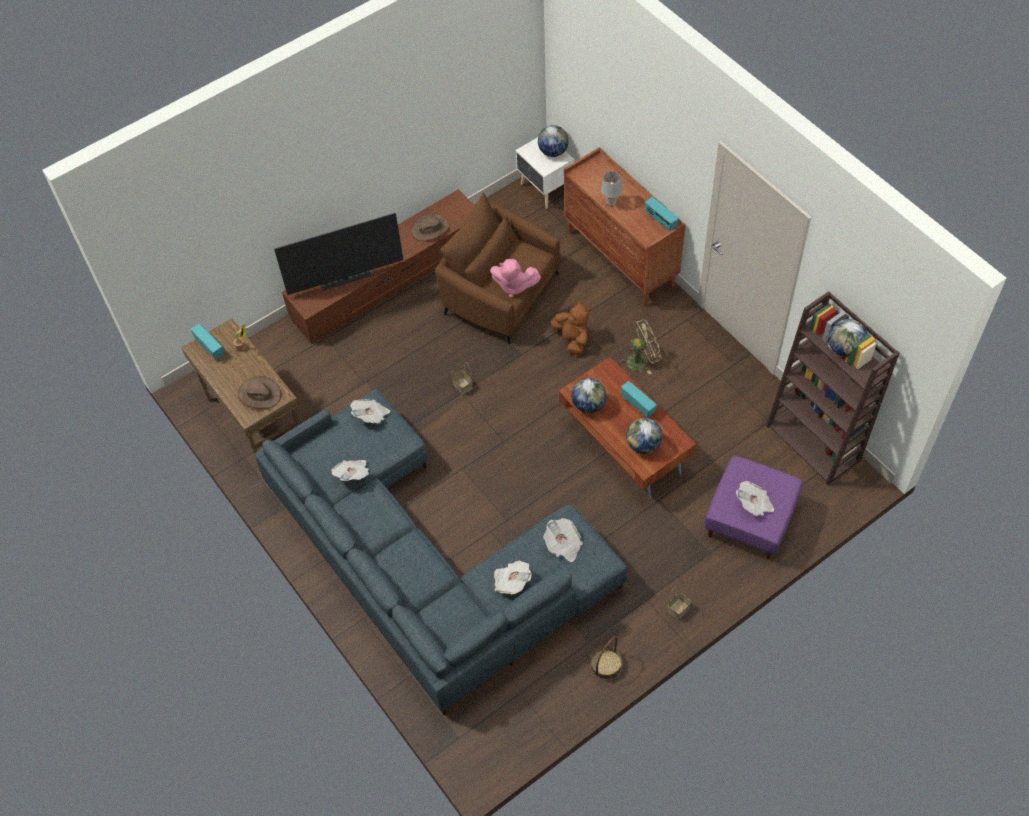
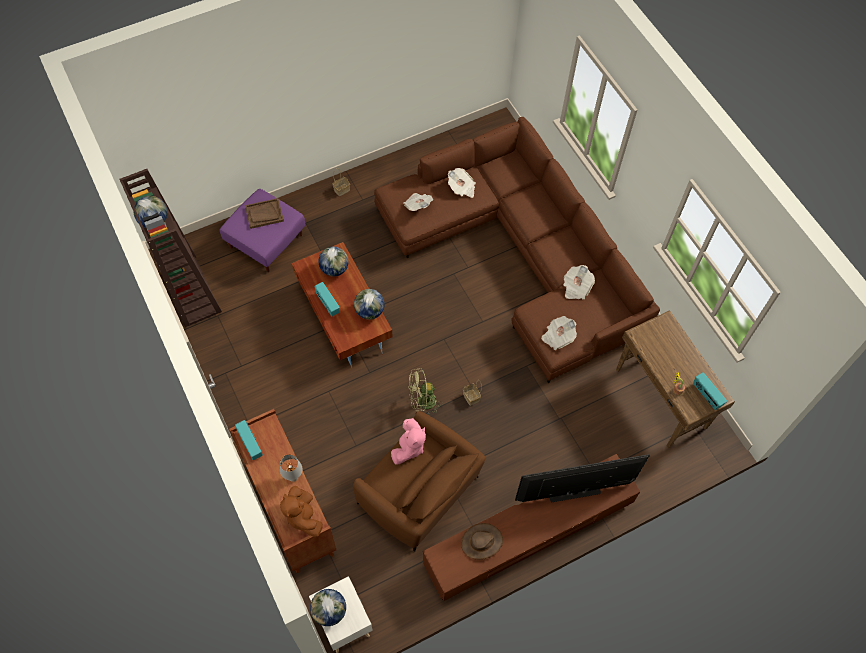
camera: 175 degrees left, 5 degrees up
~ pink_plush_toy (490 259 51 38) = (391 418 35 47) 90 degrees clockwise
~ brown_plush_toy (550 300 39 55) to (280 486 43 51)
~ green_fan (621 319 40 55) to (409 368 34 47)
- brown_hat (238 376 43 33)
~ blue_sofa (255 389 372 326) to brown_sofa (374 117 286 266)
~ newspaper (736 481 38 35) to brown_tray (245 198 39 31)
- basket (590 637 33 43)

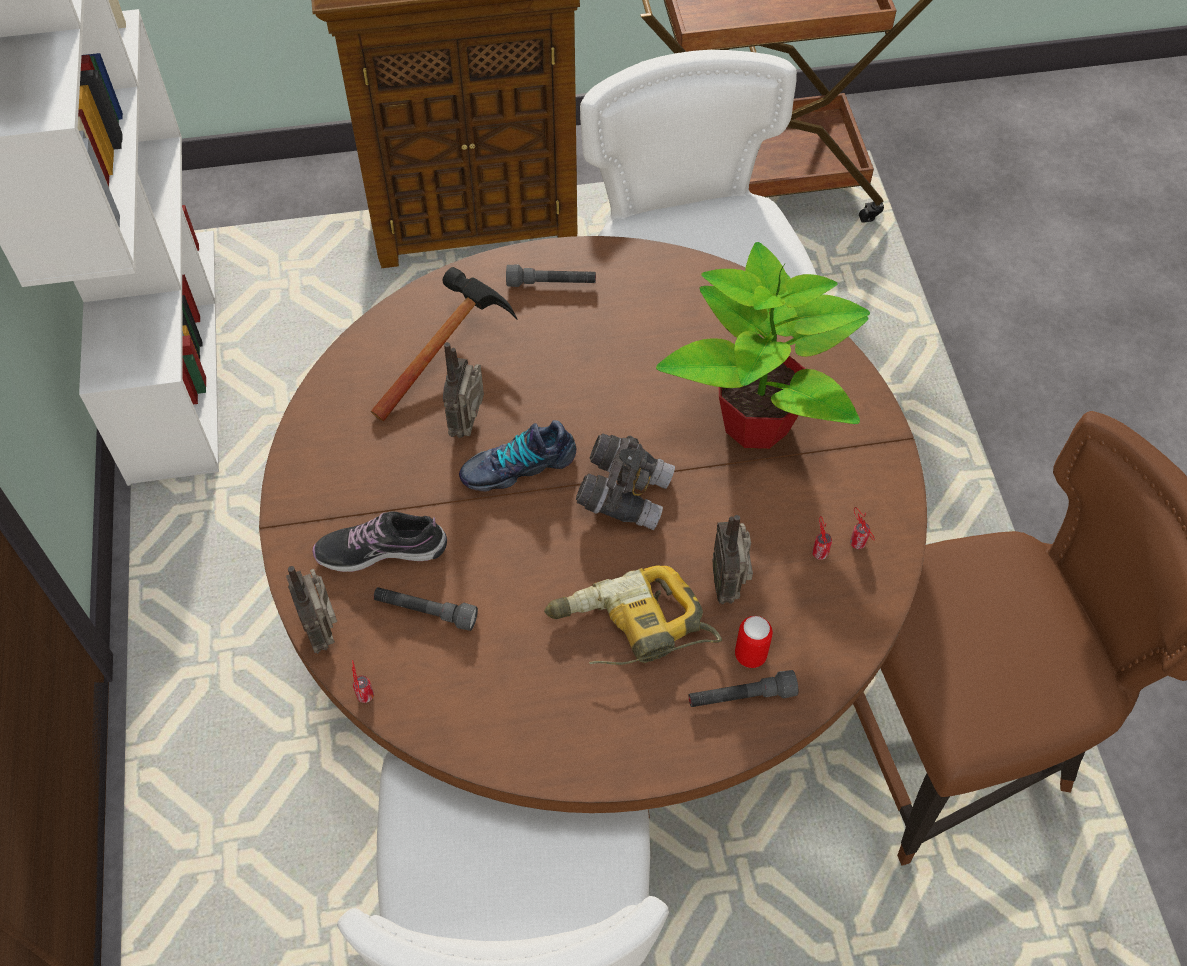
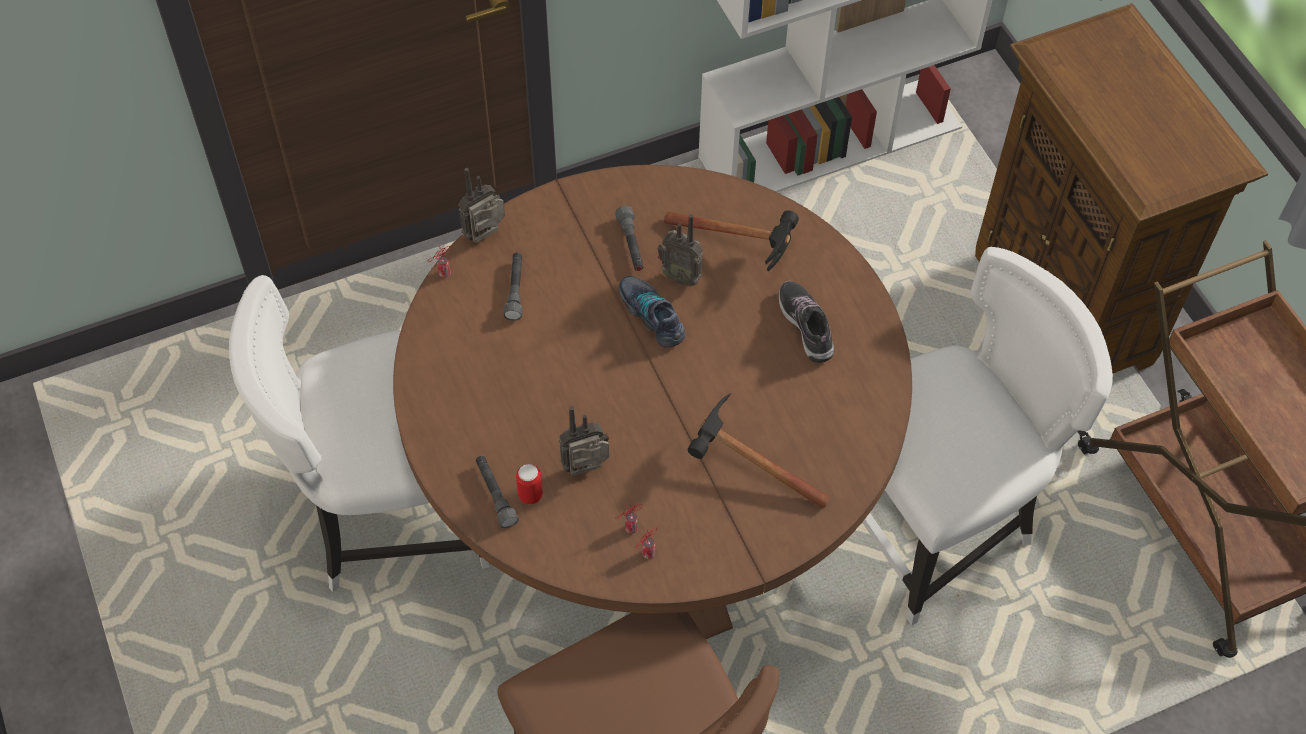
camera: 75 degrees right, 0 degrees up
~ potted_plant (656 242 214 207) to hammer (688 393 142 116)
~ grey_flashlight (506 265 90 22) to (615 206 29 65)
~ radio (443 342 41 96) = (658 214 45 72) 150 degrees counterclockwise
- grey_binoculars (576 433 99 97)
~ shoe (313 512 134 60) to (779 281 55 82)
- power_drill (544 566 178 99)

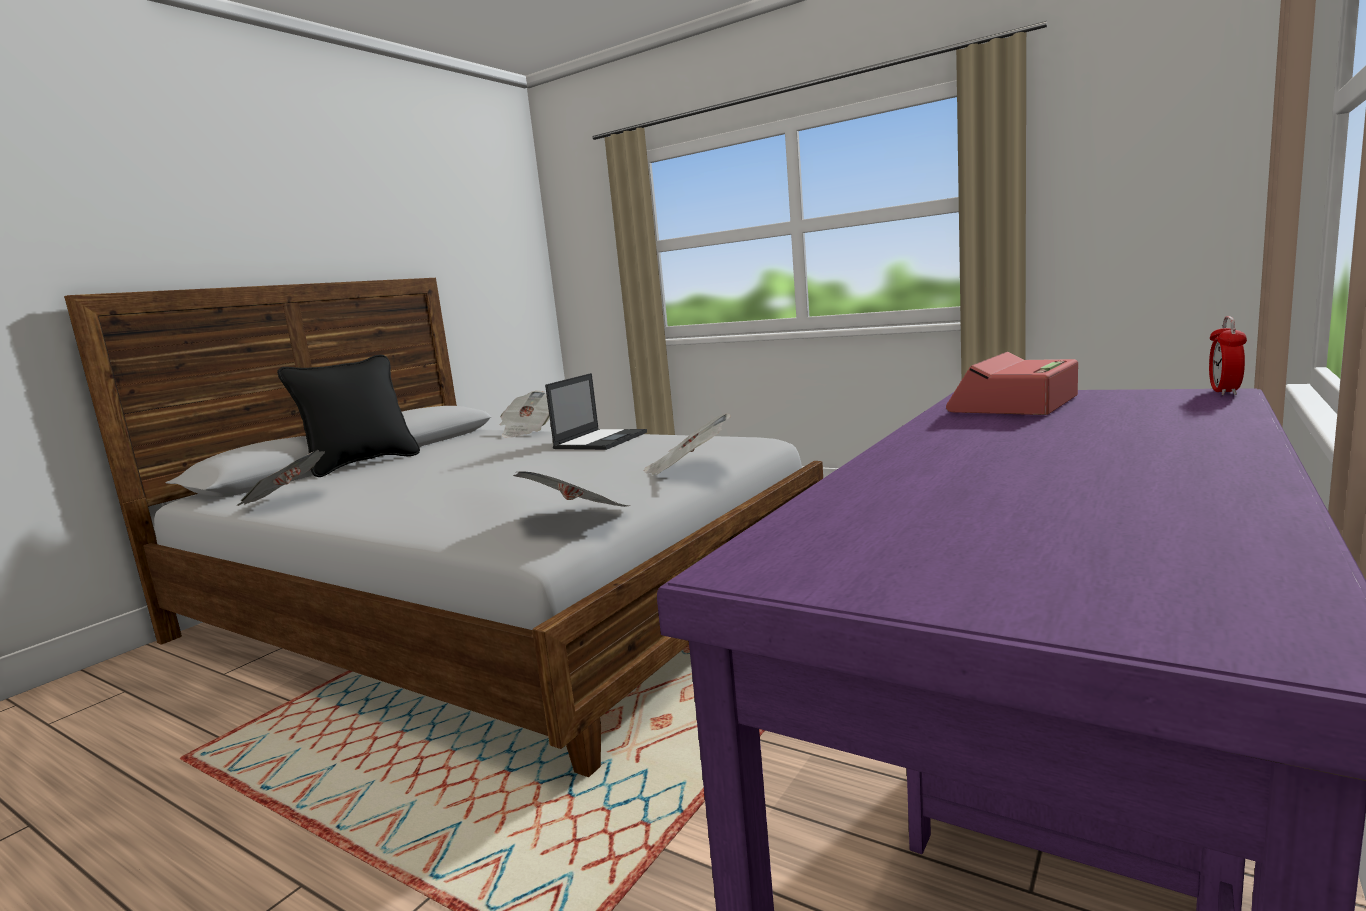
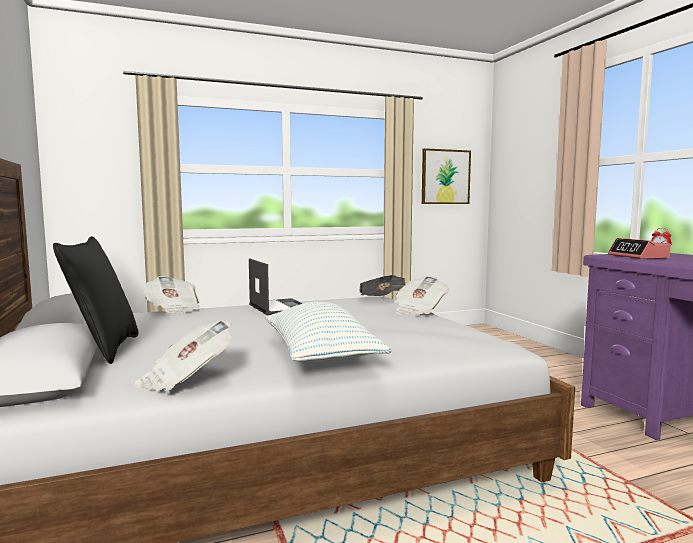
camera: 55 degrees left, 5 degrees down
~ newspaper (513 472 119 35) to (359 275 46 21)
+ picture (422 148 49 56)
+ pillow (265 302 126 61)

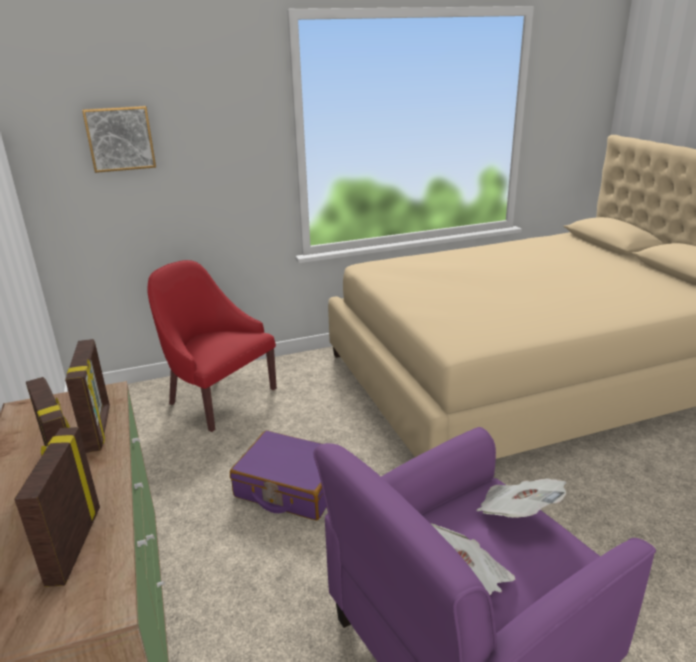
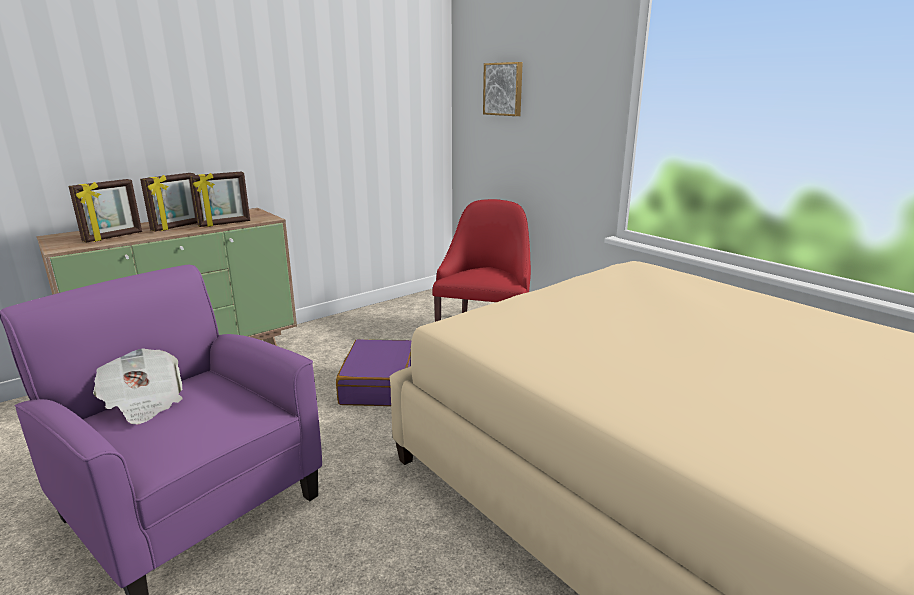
camera: 70 degrees right, 5 degrees down
~ picture_frame (14 427 86 160) = (69 179 73 64) 150 degrees clockwise
- newspaper (476 478 90 40)

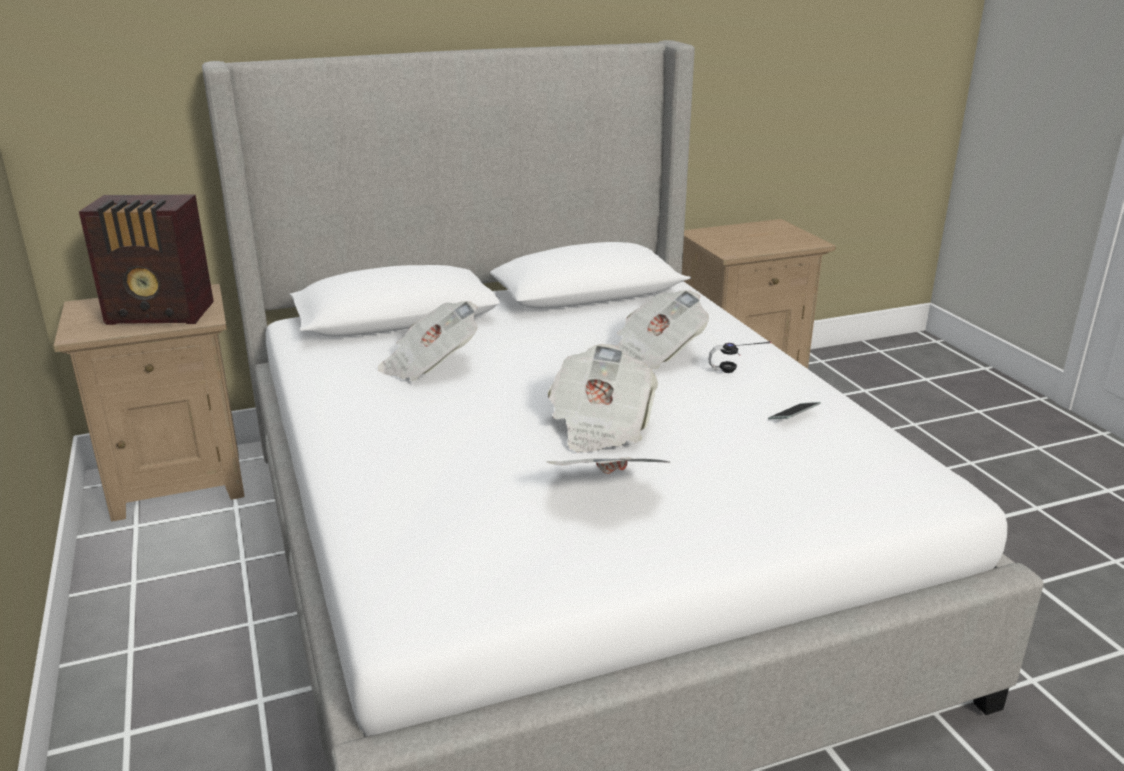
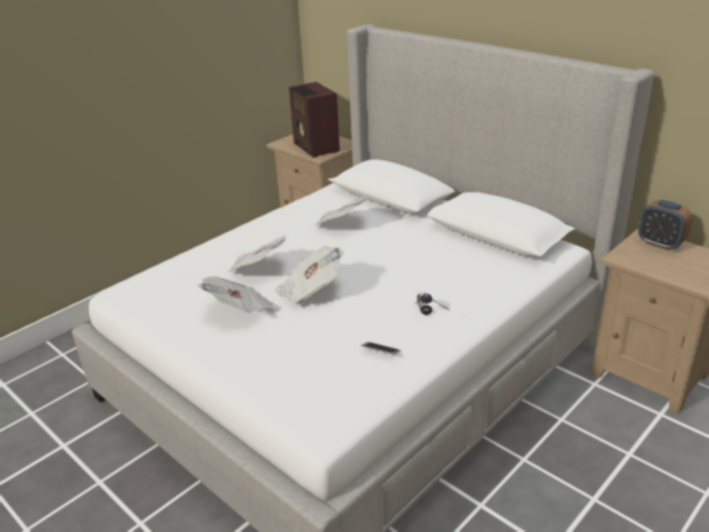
camera: 65 degrees right, 5 degrees up
~ newspaper (617 290 92 79) to (228 235 59 37)
+ alarm_clock (638 200 54 51)

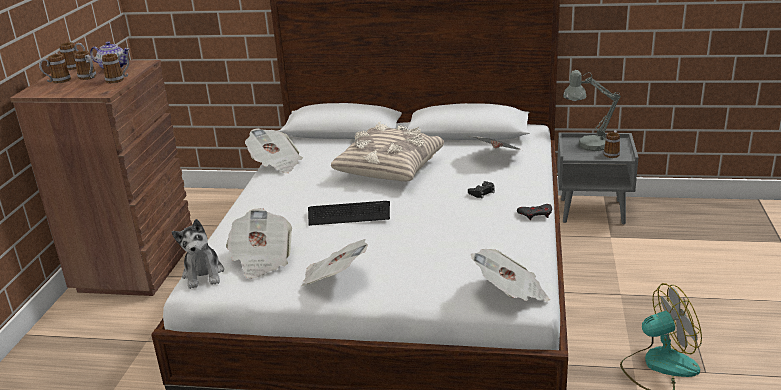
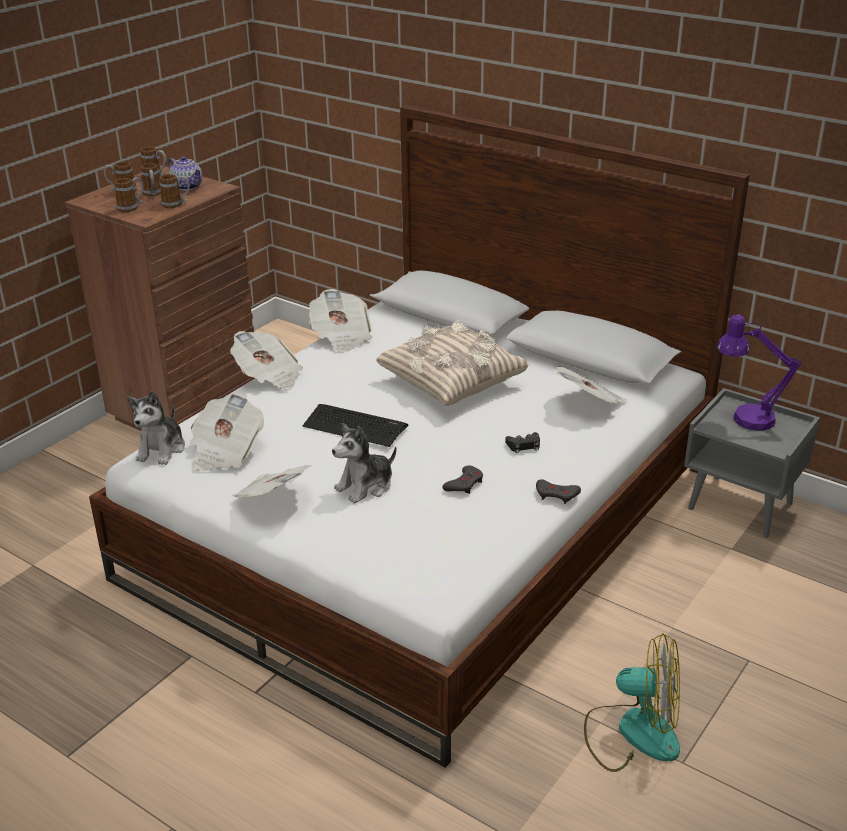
camera: 25 degrees right, 5 degrees up
~ grey_table_lamp (563 70 58 81) to purple_table_lamp (717 314 84 117)
~ mug (603 130 17 28) to (115 177 29 35)
~ newspaper (471 249 79 52) to (230 331 73 59)
+ plush_toy (332 423 64 80)
+ grey_game_controller (442 466 41 28)

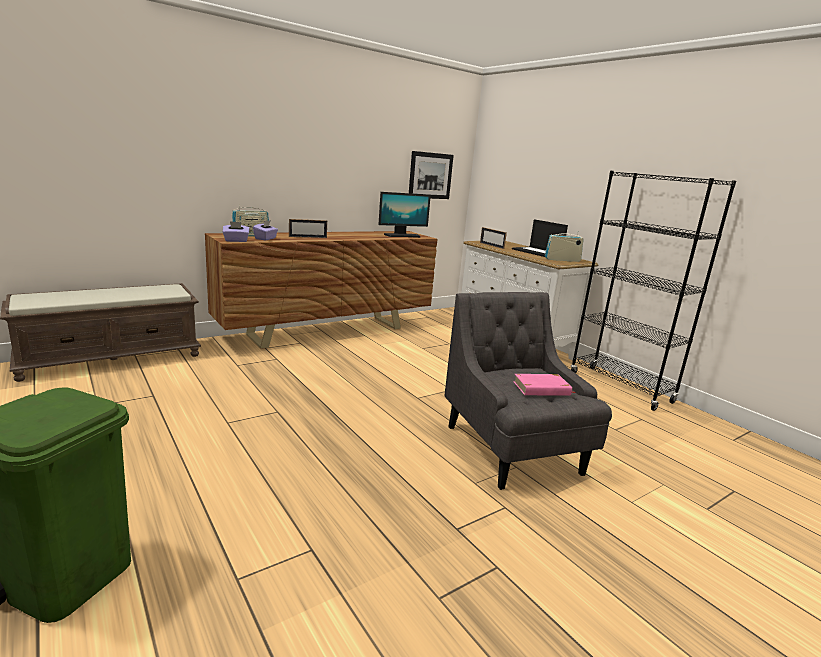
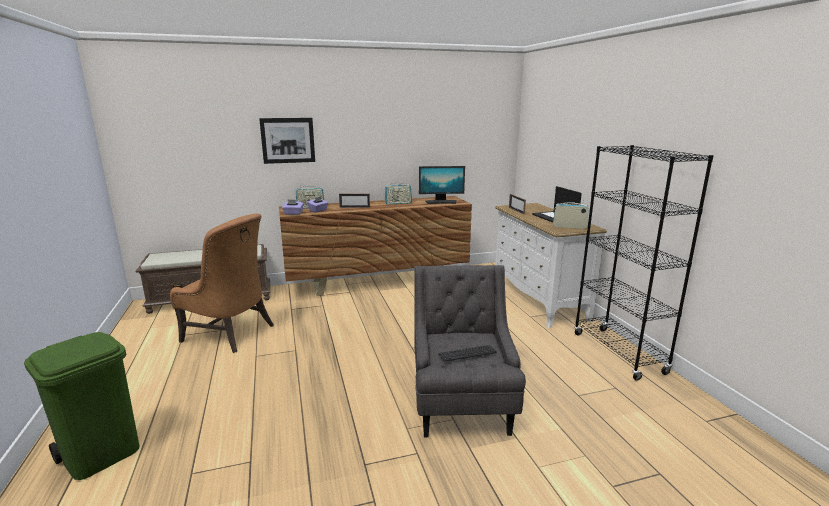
camera: 20 degrees right, 0 degrees up
~ picture (409 151 45 48) to (259 118 56 46)
~ pink_book (513 374 62 21) to keyboard (438 345 59 17)
+ radio (385 181 27 24)
+ brown_chair (170 214 104 139)

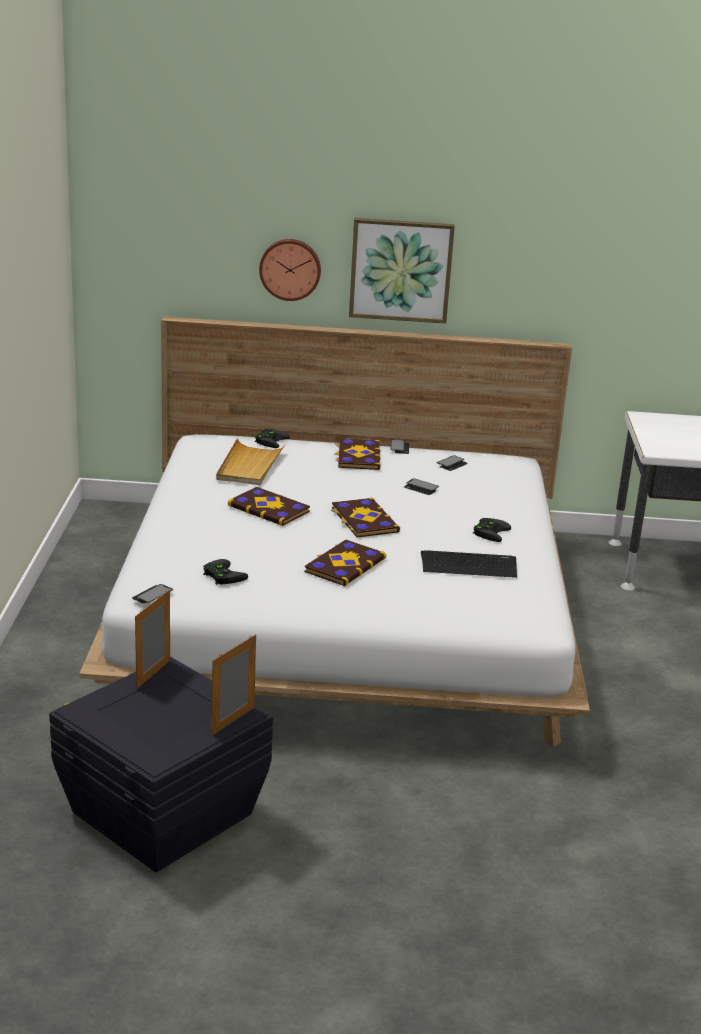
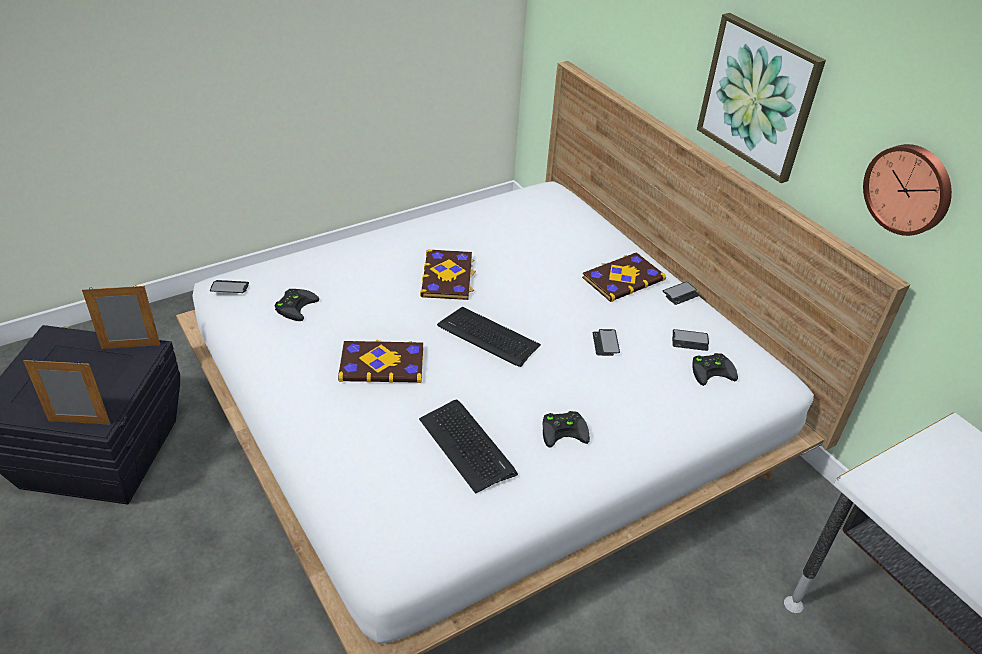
camera: 55 degrees right, 15 degrees up
~ wall_clock (259 239 62 62) to (863 144 89 92)
~ black_game_controller (255 429 35 19) to (692 353 46 33)
- beige_tray (216 438 69 47)
~ book (331 497 69 41) to keyboard (437 307 104 60)

